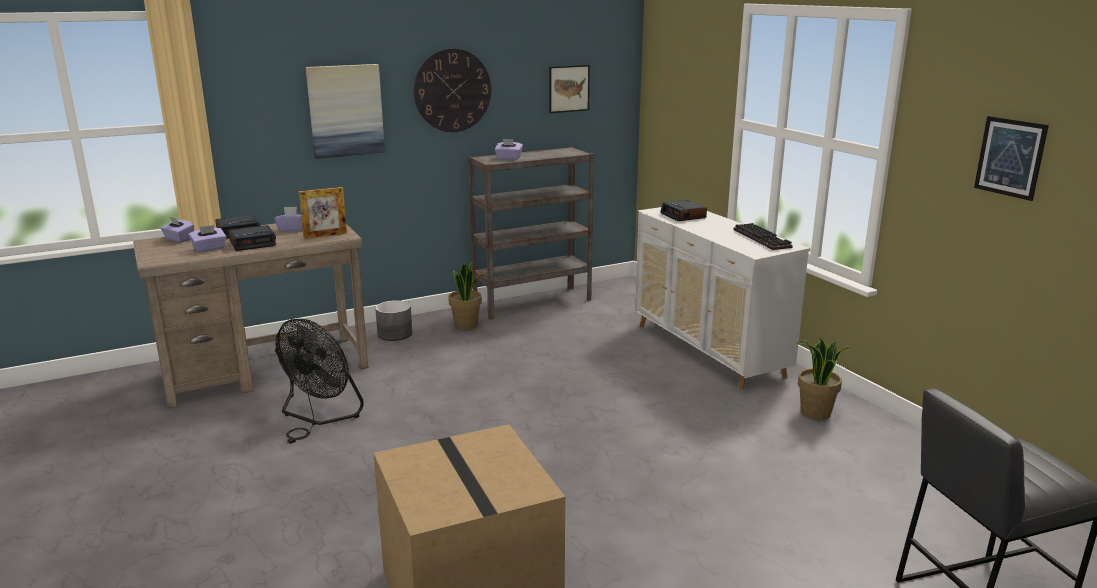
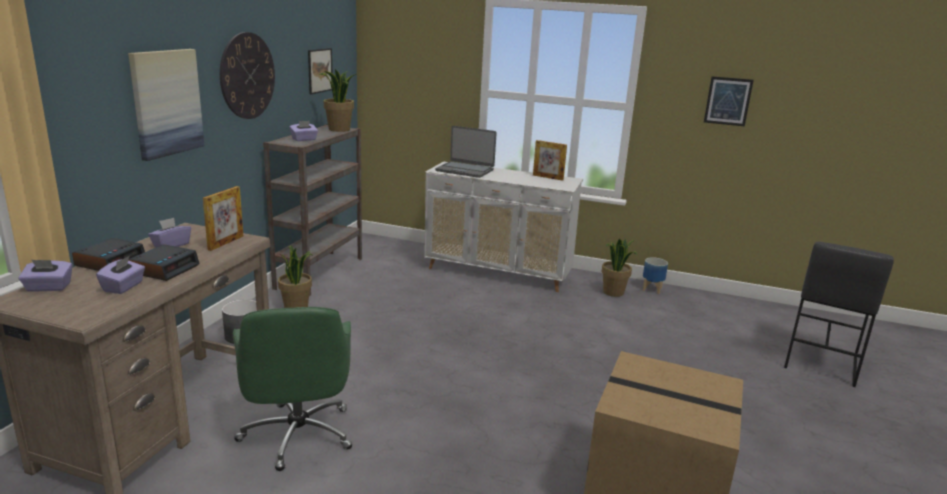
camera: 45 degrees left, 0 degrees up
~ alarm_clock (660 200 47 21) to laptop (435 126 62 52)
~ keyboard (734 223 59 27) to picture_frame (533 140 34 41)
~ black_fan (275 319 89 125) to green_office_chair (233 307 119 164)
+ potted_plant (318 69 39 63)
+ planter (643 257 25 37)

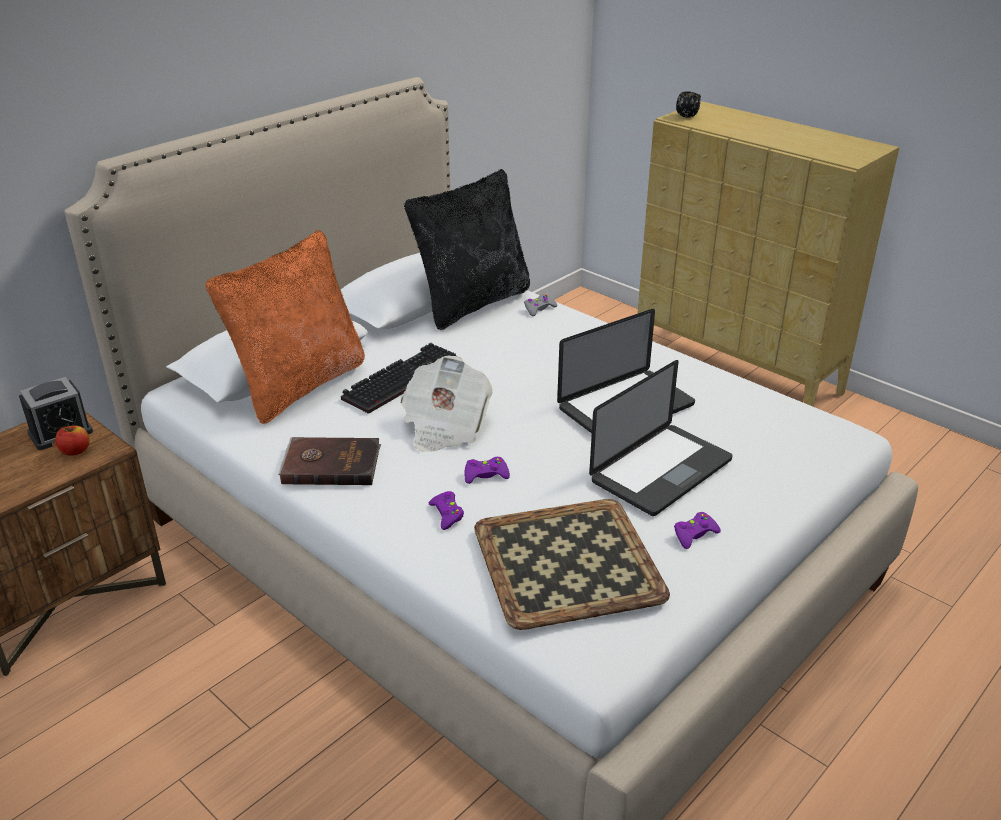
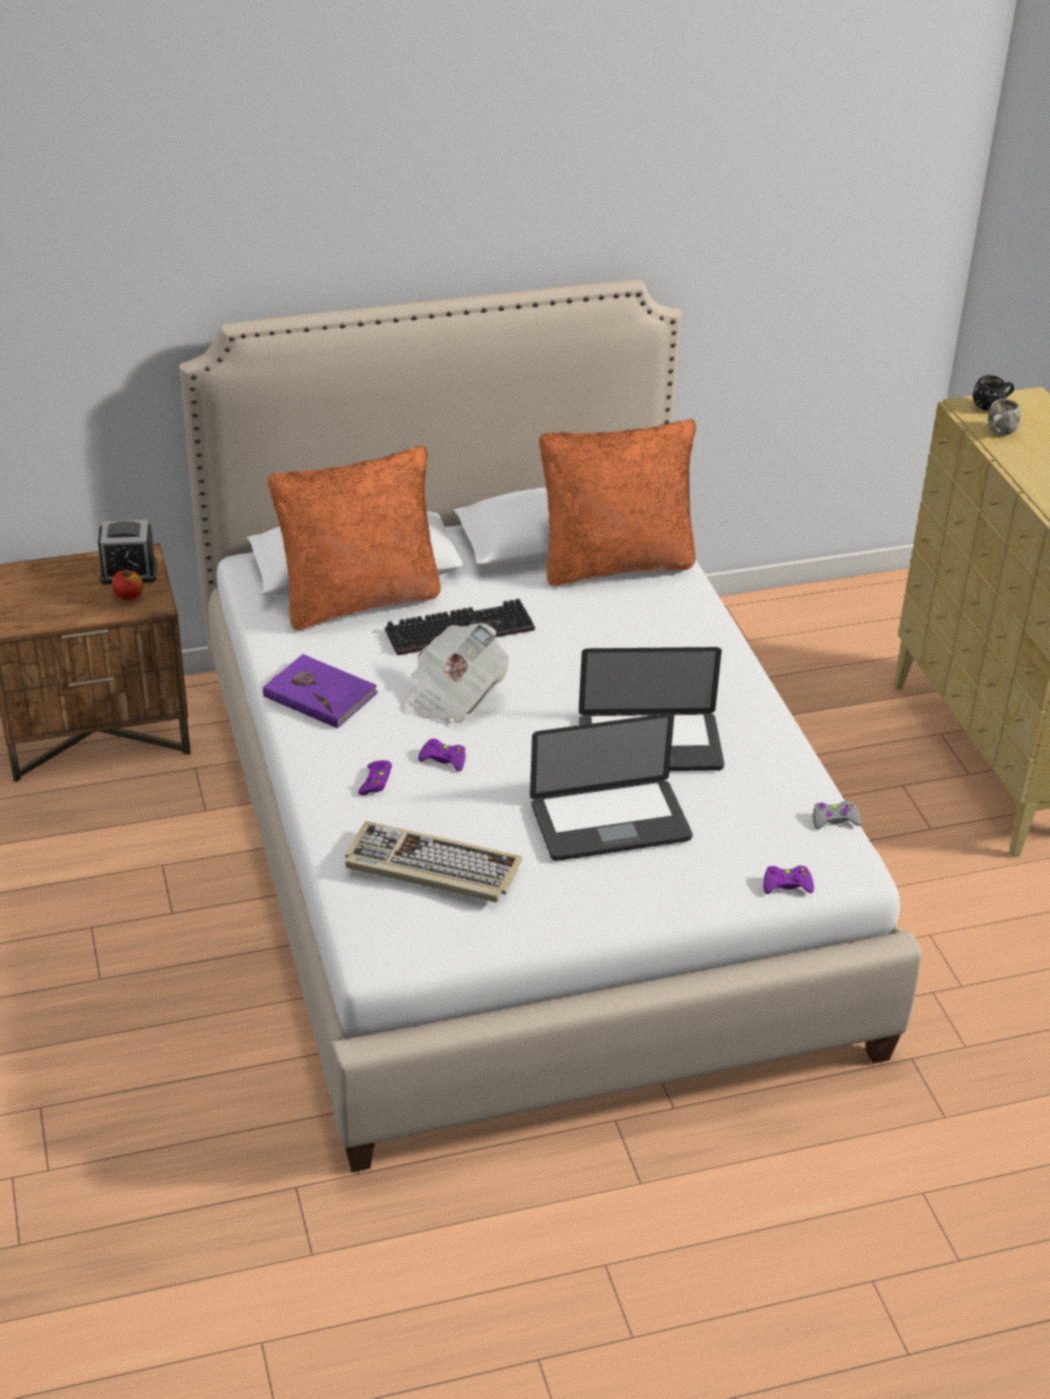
camera: 30 degrees right, 5 degrees up
~ black_pillow (404 170 126 160) to orange_pillow (539 419 157 167)
~ grey_game_controller (524 294 33 22) to (813 800 49 29)
~ brown_book (278 437 103 48) to purple_book (263 654 115 74)
~ tray (474 499 196 131) to keyboard (345 821 177 81)
~ purple_game_controller (674 512 47 37) to (763 866 51 28)
+ white_mug (988 399 33 36)

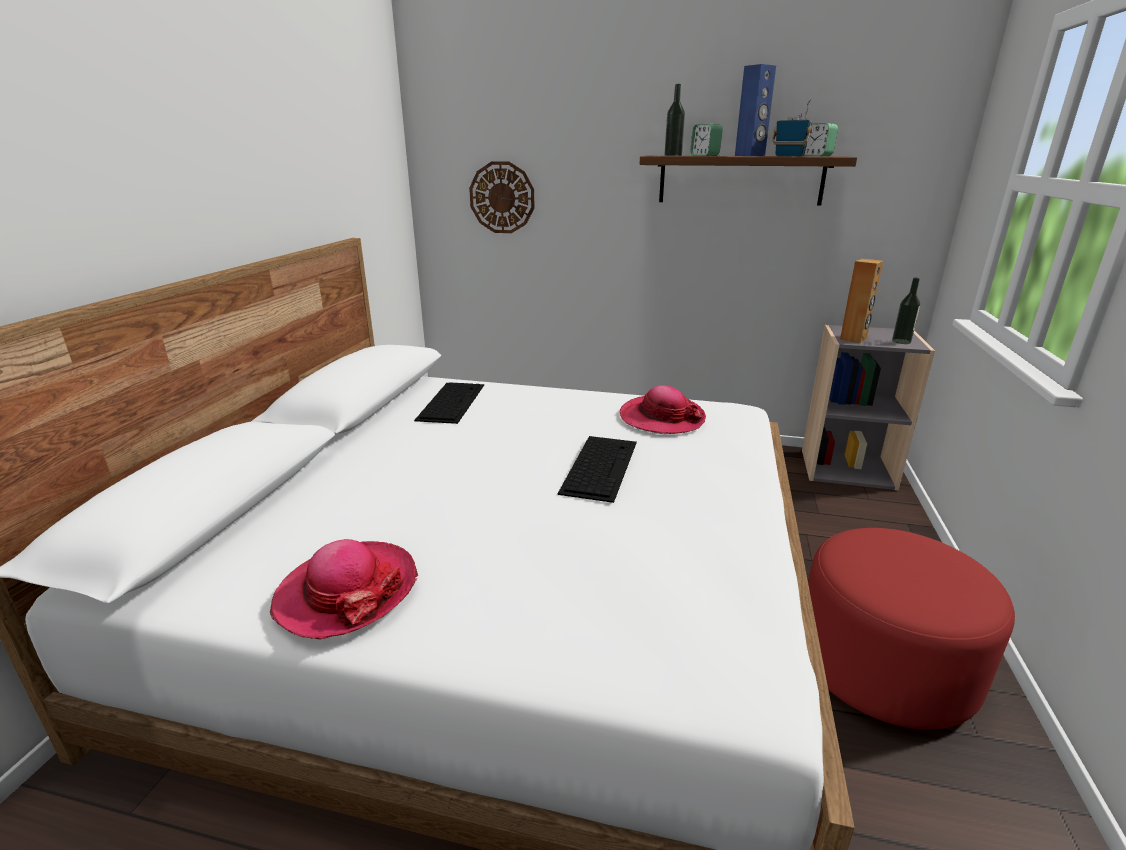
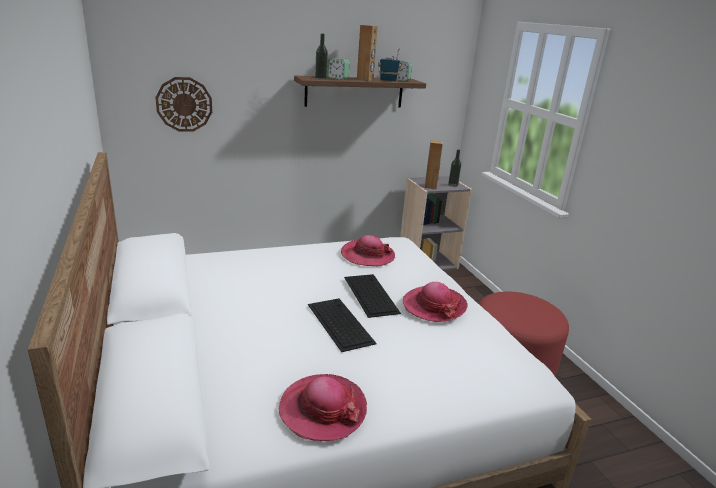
camera: 35 degrees left, 0 degrees up
~ blue_speaker (735 64 41 92) to brown_speaker (357 25 21 56)
~ keyboard (414 382 70 42) to (308 298 69 54)
+ hat (403 282 65 40)

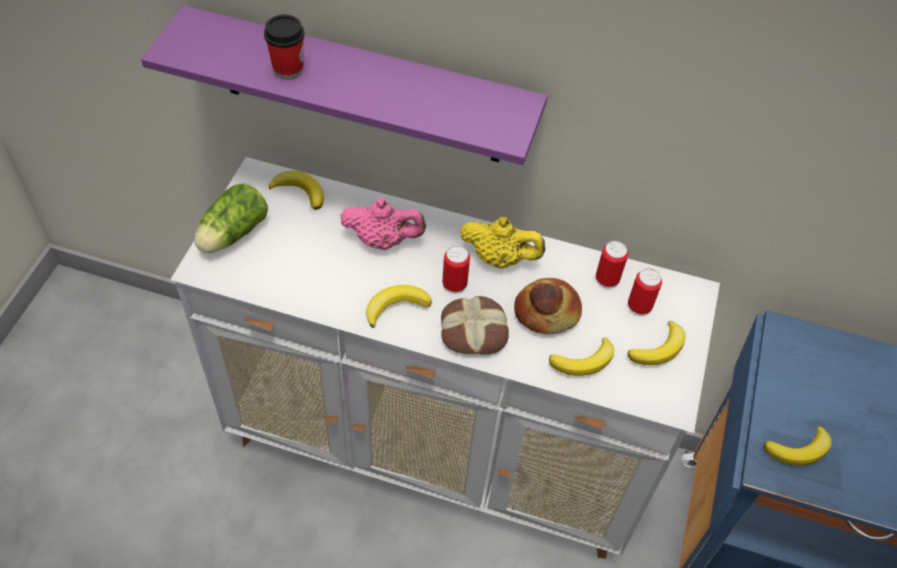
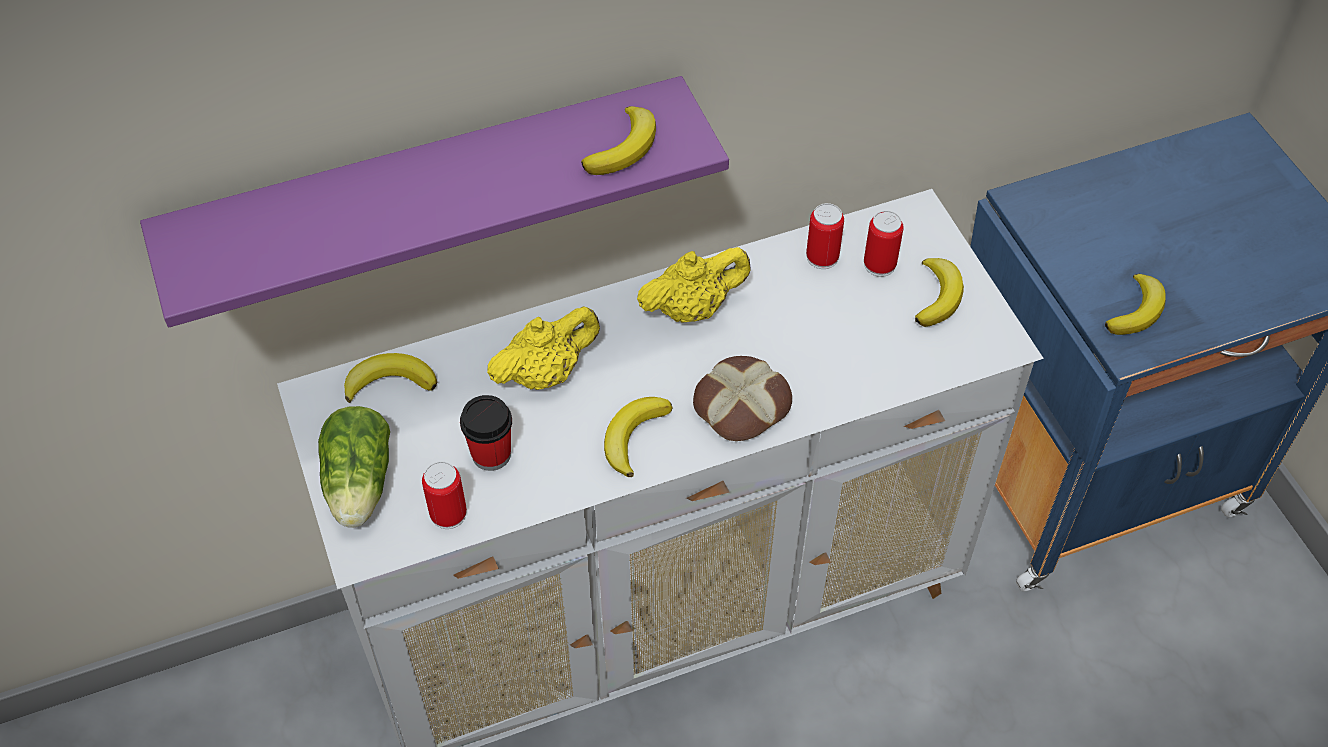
camera: 35 degrees left, 0 degrees up
~ cup (264 15 40 65) to (460 395 52 76)
~ pink_teapot (340 198 86 52) to yellow_teapot (487 307 113 83)
~ can (442 245 28 49) to (422 461 45 68)
- bread (514 278 68 56)
~ banana (549 337 65 39) to (581 106 75 69)

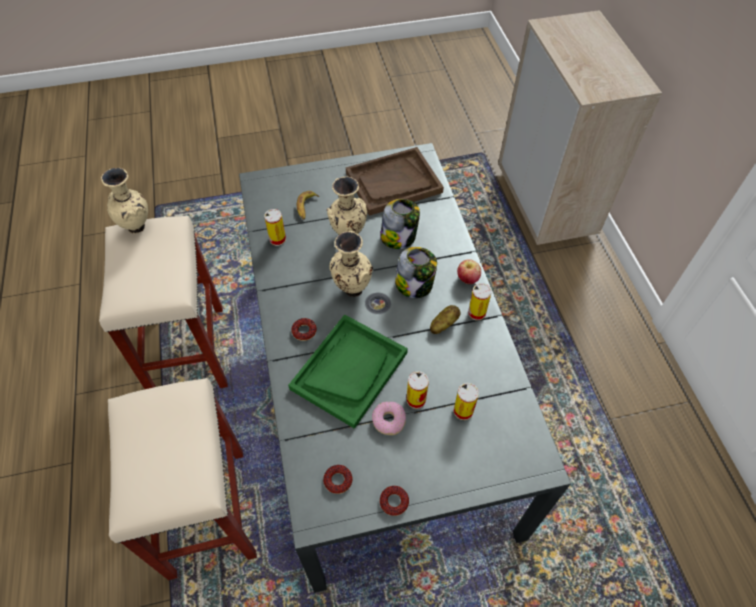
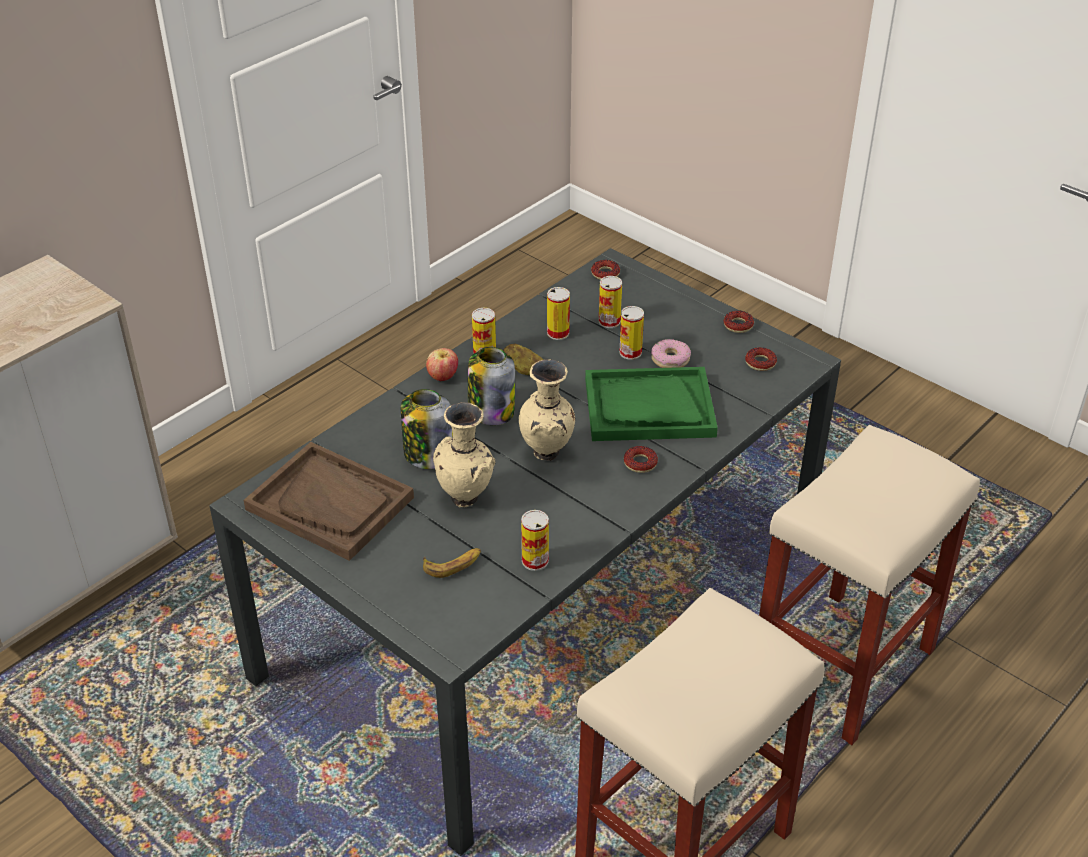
camera: 125 degrees left, 15 degrees down
- beige_vase (101 168 47 66)
+ donut (591 260 29 20)
+ can (547 287 23 53)

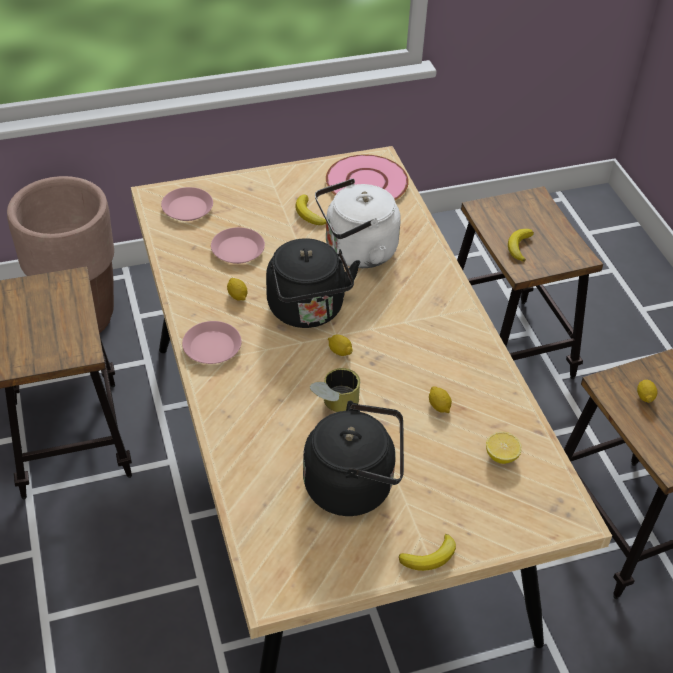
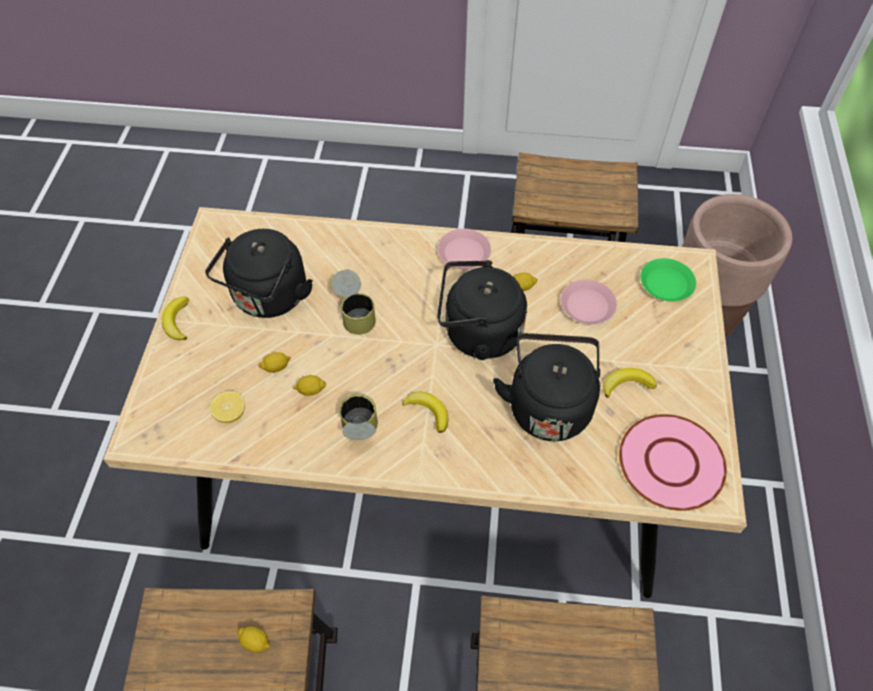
camera: 115 degrees right, 10 degrees up
~ white_kettle (315 178 86 90) to black_kettle (493 333 107 108)
~ pink_plate (161 187 52 34) to green_plate (640 258 56 44)
~ banana (508 229 26 33) to (402 391 46 42)
~ lemon (328 335 24 21) to (259 352 32 21)
+ can (339 394 39 46)

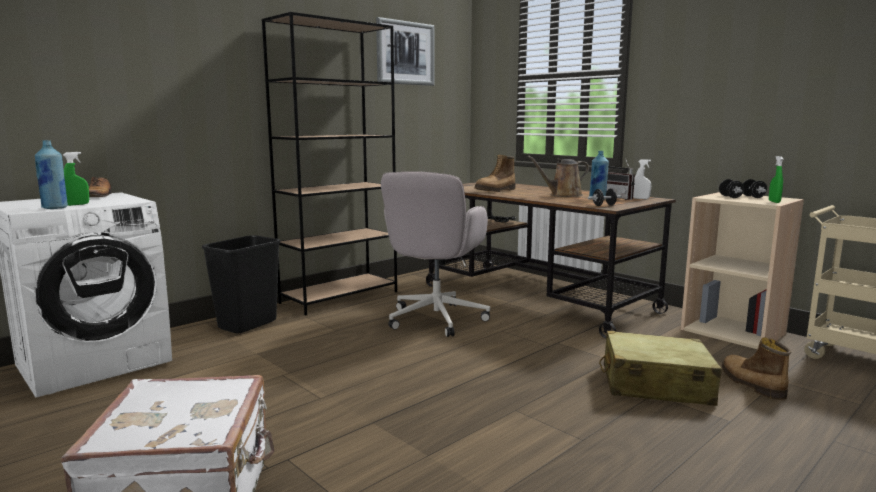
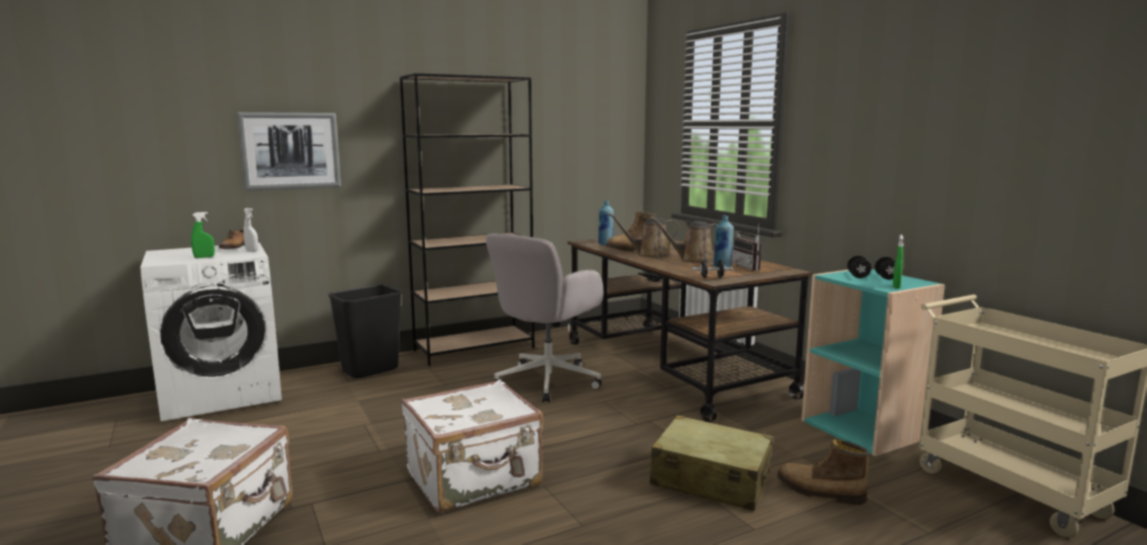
camera: 15 degrees right, 0 degrees up
~ picture (376 17 58 69) to (237 112 104 79)
~ blue_bottle (35 140 33 69) to (598 201 16 45)
~ white_spray_bottle (633 160 18 39) to (244 208 14 44)
~ beige_bookcase (681 192 123 157) to turquoise_bookcase (801 269 144 187)
~ boot (722 337 69 63) = (777 439 92 66) 60 degrees counterclockwise
+ brown_watering_can (608 213 72 45)
+ white_suitcase (401 379 142 133)

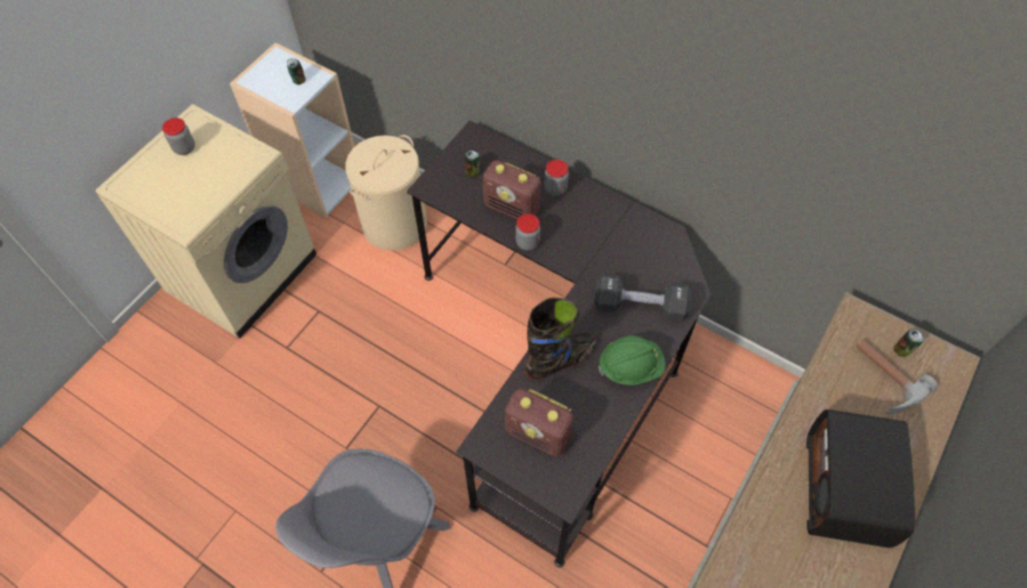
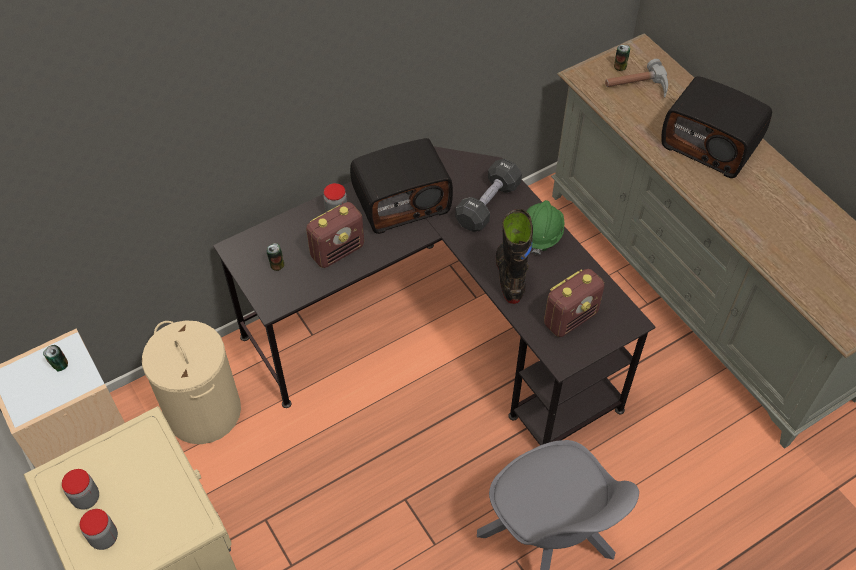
camera: 65 degrees left, 5 degrees down
~ jar (516 214 24 37) to (80 509 38 41)
+ radio (350 138 103 96)

